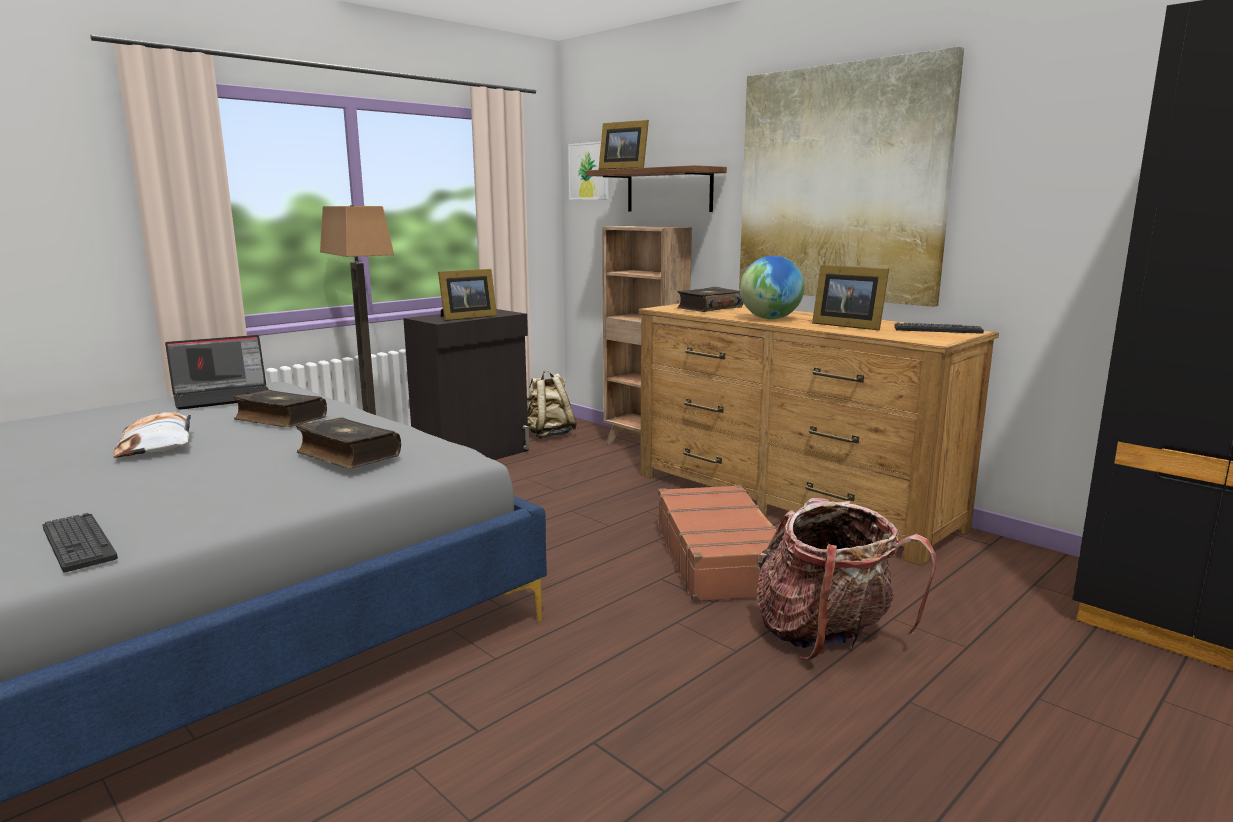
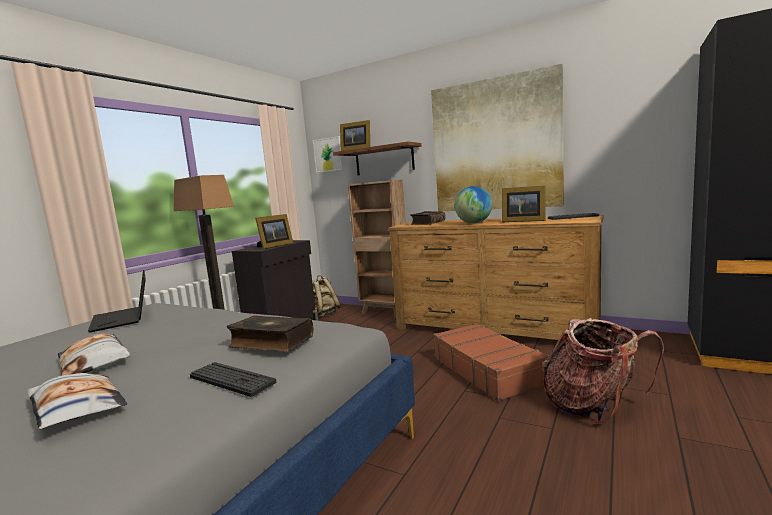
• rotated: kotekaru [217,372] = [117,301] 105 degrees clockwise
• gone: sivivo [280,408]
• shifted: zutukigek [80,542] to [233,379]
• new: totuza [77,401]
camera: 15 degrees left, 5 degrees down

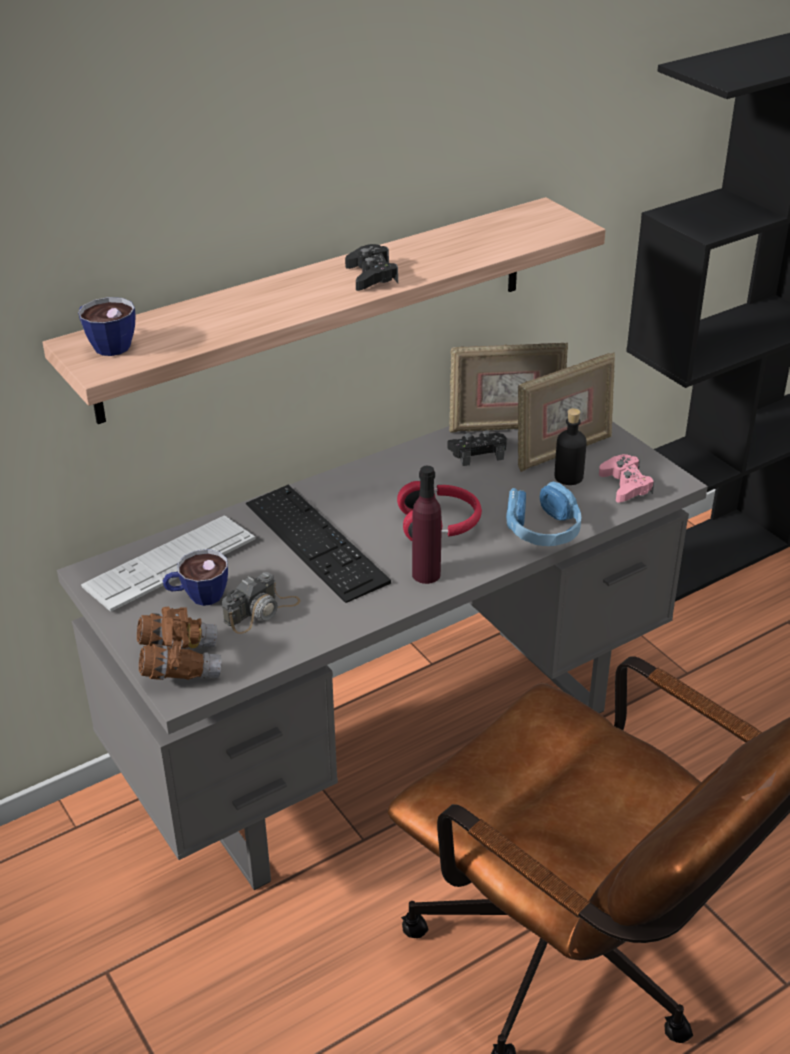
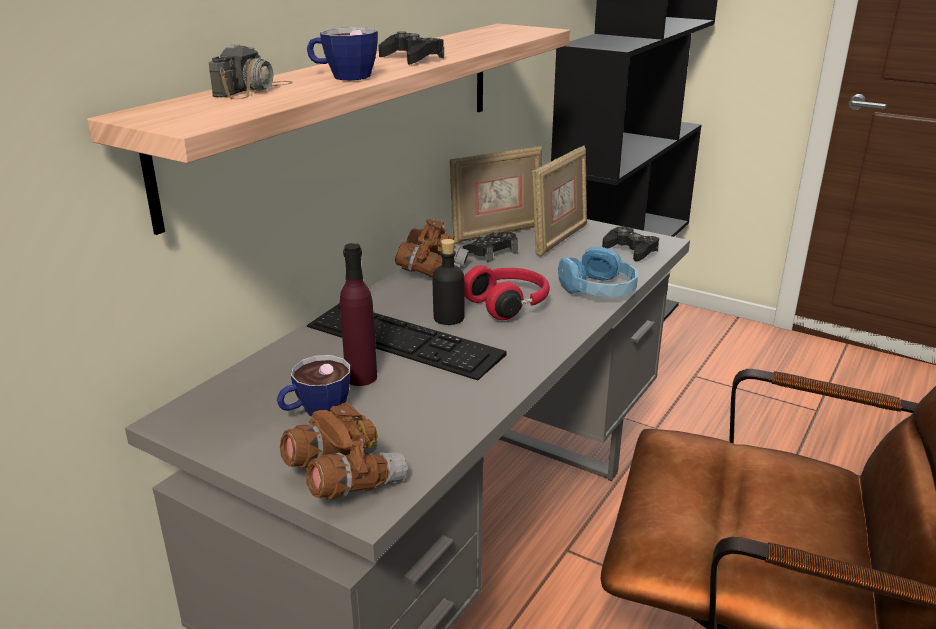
• shifted: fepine [107,326] to [342,53]
• shifted: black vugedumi [571,446] to [448,282]
• repainted: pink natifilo [626,478] to black natifilo [630,244]
• shifted: purple vugedumi [427,525] to [358,314]
• gone: zutukigek [168,563]
• shifted: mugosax [261,603] to [251,71]
• new: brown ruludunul [432,248]
camera: 25 degrees left, 10 degrees down

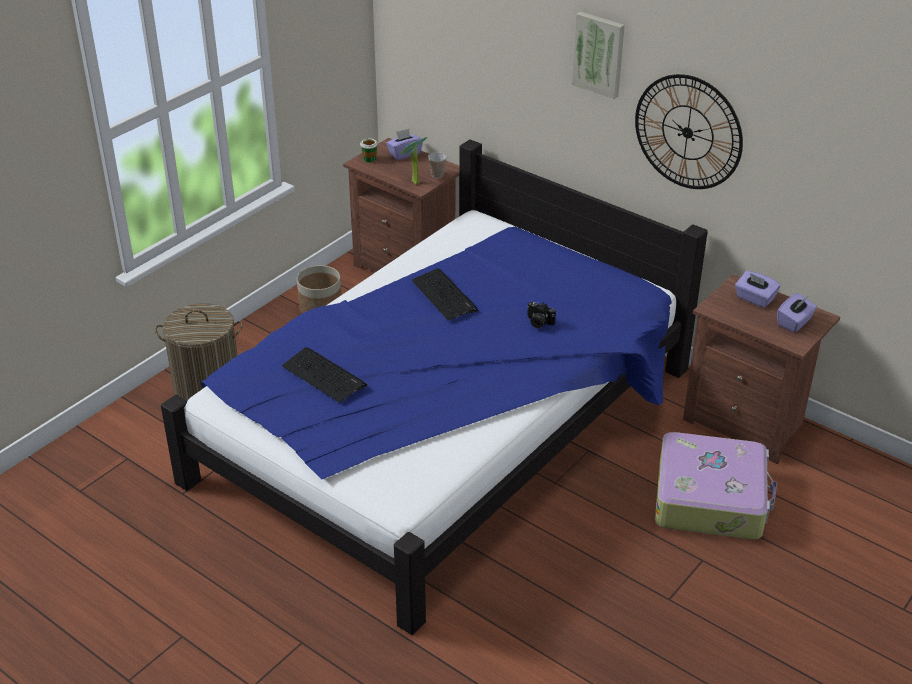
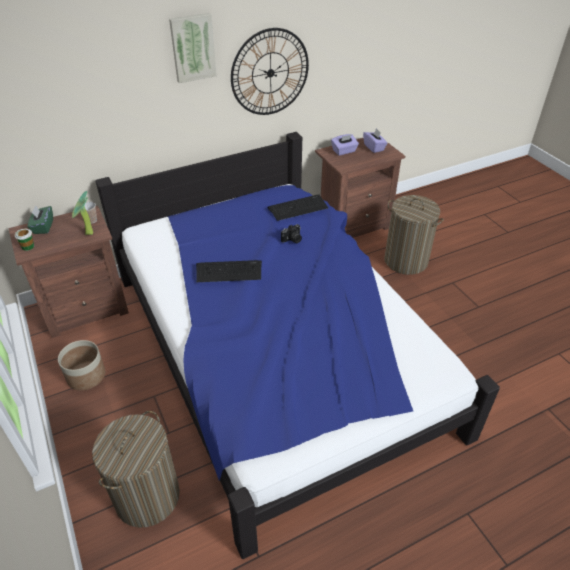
• repainted: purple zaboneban [404,144] to green zaboneban [40,219]
• shifted: zutukigek [324,375] to [297,208]
• swapped: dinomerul [716,485] to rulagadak [413,235]
camera: 65 degrees left, 5 degrees up

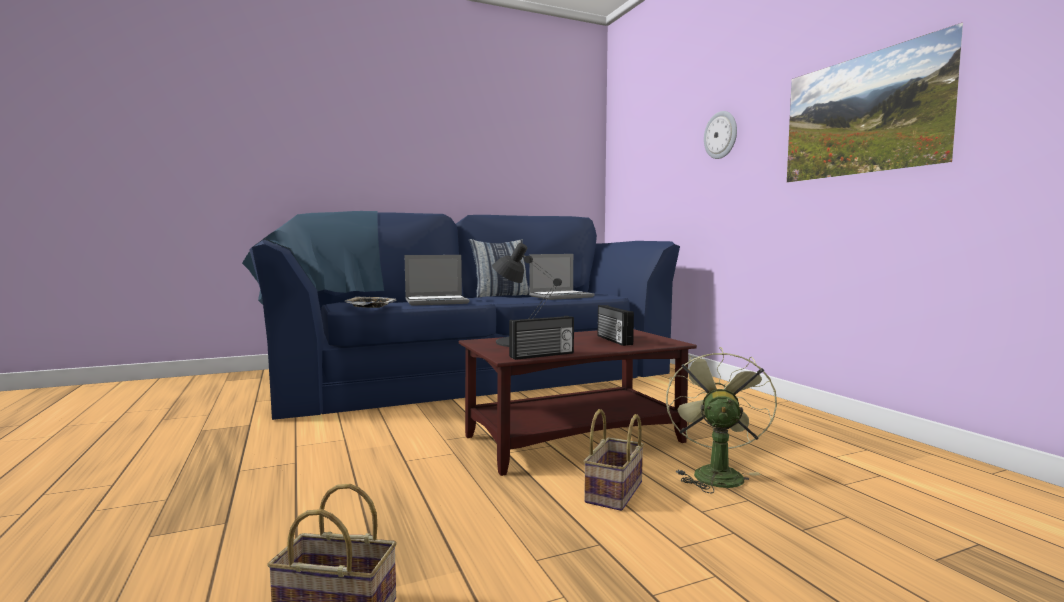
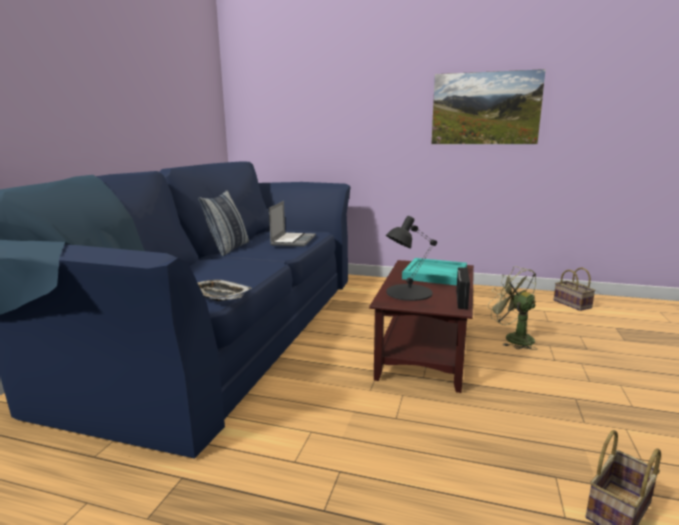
• gone: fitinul [720,135]
• gone: kotekaru [437,280]
• swapped: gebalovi [616,325] to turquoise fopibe [434,272]
• shifted: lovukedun [613,460] to [574,289]
camera: 50 degrees left, 10 degrees up

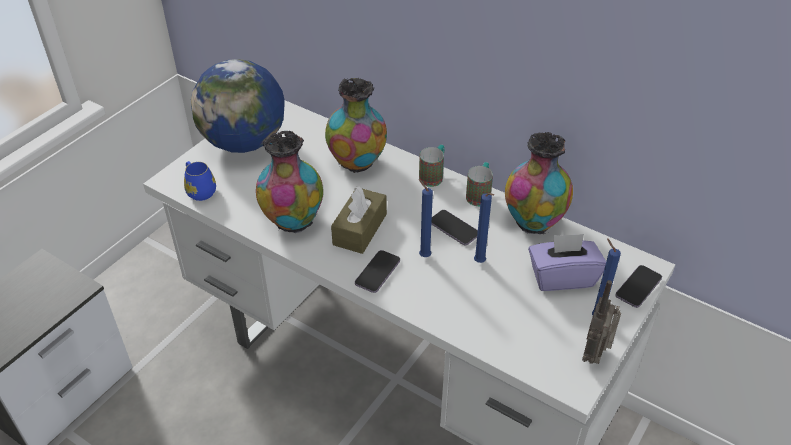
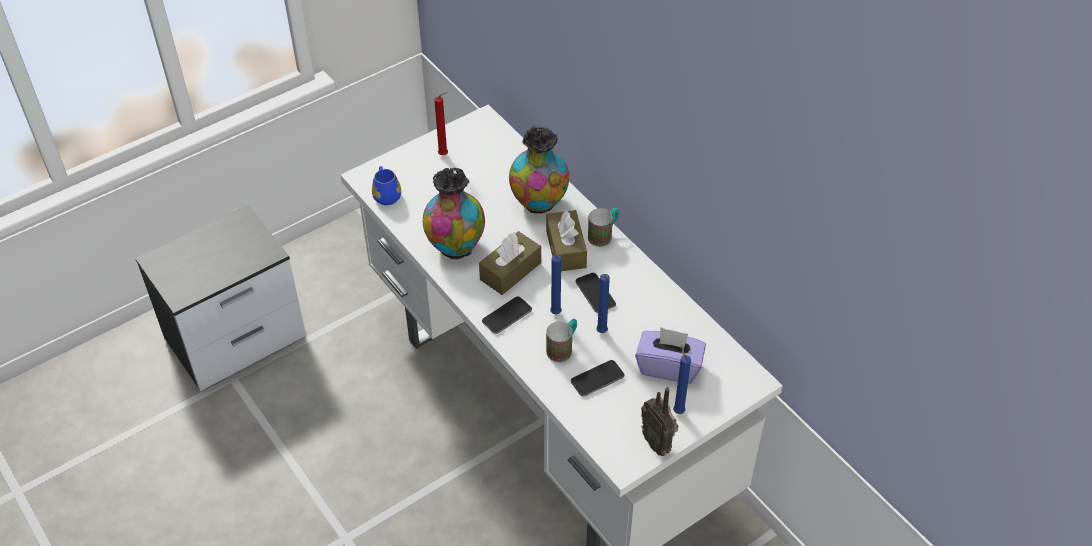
• swapped: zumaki [238,106] to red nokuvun [441,123]
• gone: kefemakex [539,183]
• shifted: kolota [479,184] to [561,340]
• shifted: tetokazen [638,286] to [597,378]
• rotated: gebalovi [601,322] = [659,421] 75 degrees counterclockwise
• new: brown zaboneban [566,240]
camera: 20 degrees right, 5 degrees up

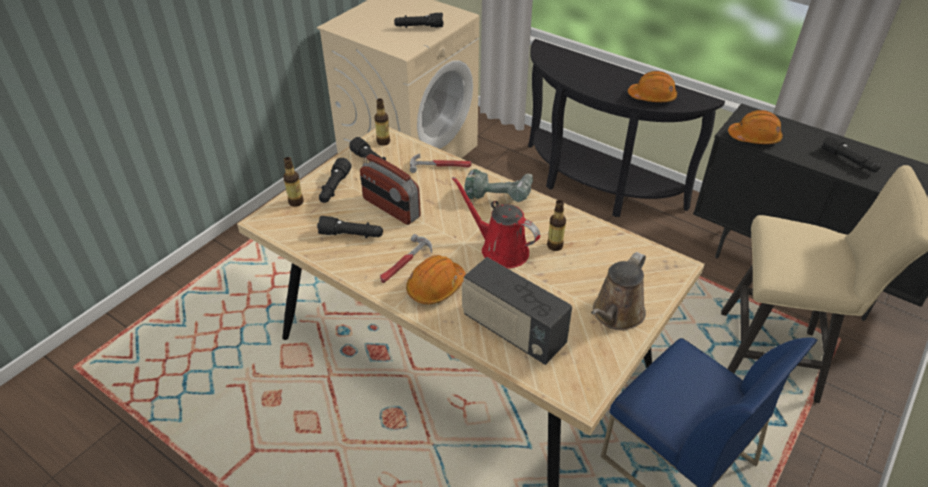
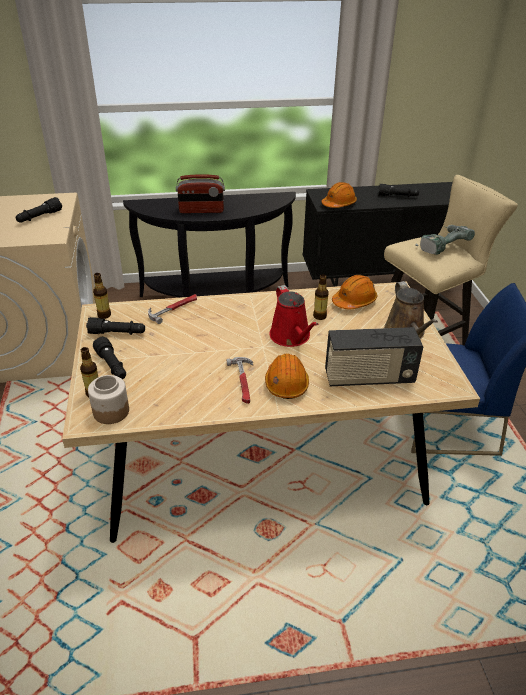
• shifted: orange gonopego [652,86] to [354,292]
• shifted: gebalovi [390,189] to [200,193]
• shifted: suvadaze [498,185] to [445,239]
• rotated: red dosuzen [496,222] = [294,316] 105 degrees counterclockwise
• gone: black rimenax [350,227]
• new: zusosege [108,399]
camera: 45 degrees left, 5 degrees down

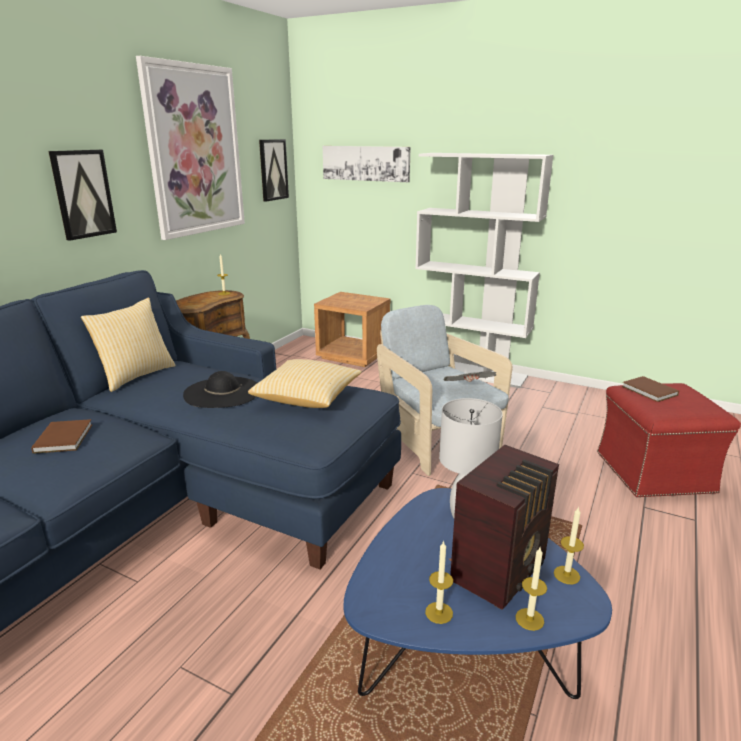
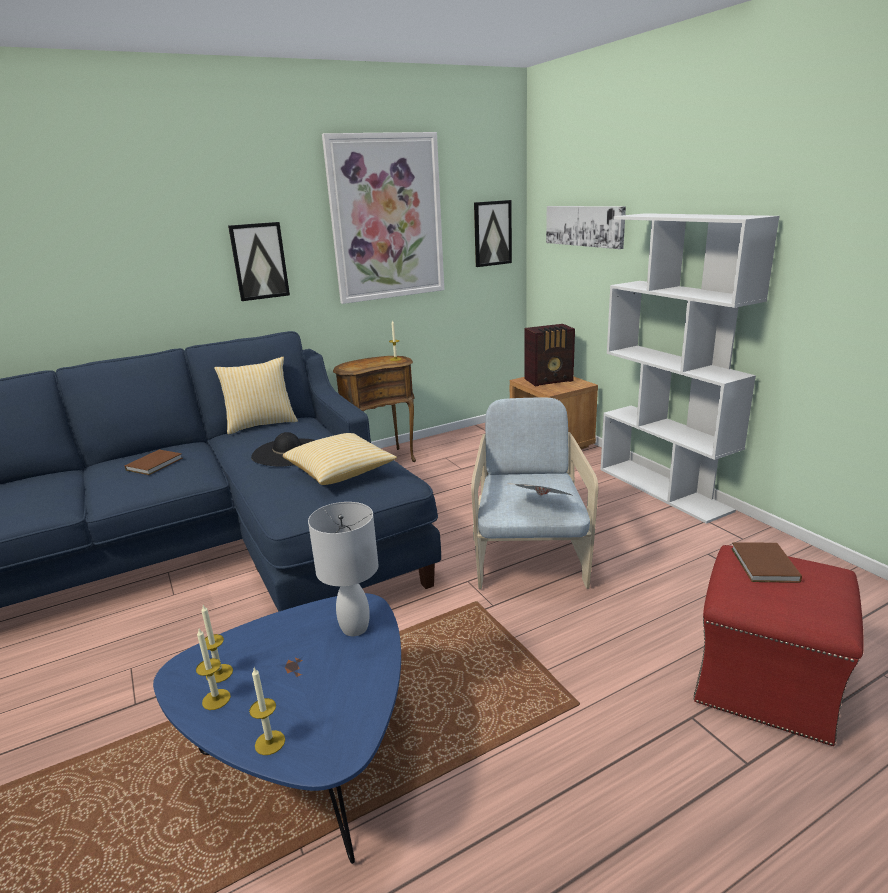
• shifted: gebalovi [504,527] to [549,355]
• shifted: nokuvun [569,545] to [217,644]
camera: 35 degrees right, 0 degrees up

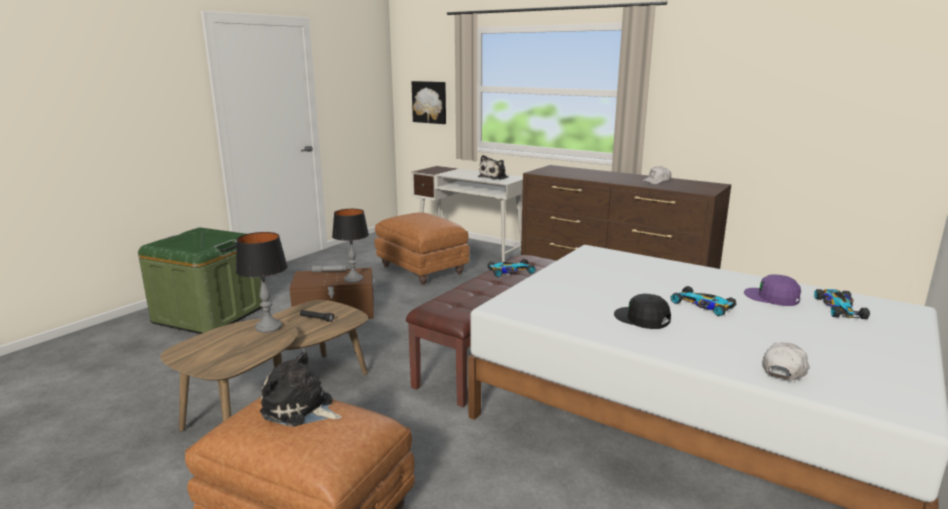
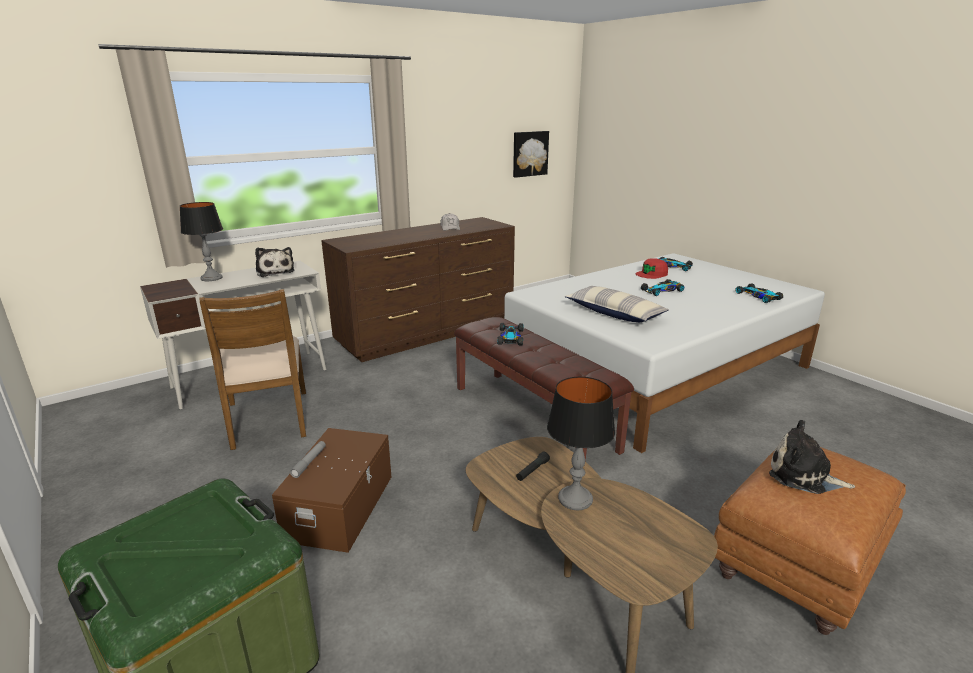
• shifted: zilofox [429,102] to [531,154]
• shifted: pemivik [350,246] to [201,241]
• swapped: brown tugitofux [422,248] to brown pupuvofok [252,369]
• repainted: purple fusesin [772,290] to red fusesin [651,268]
• gone: black fusesin [642,311]
• swapped: white fusesin [786,361] to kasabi [759,293]
• rotated: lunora [301,389] = [812,457] 75 degrees clockwise
• new: totuza [617,304]
camera: 70 degrees left, 5 degrees up

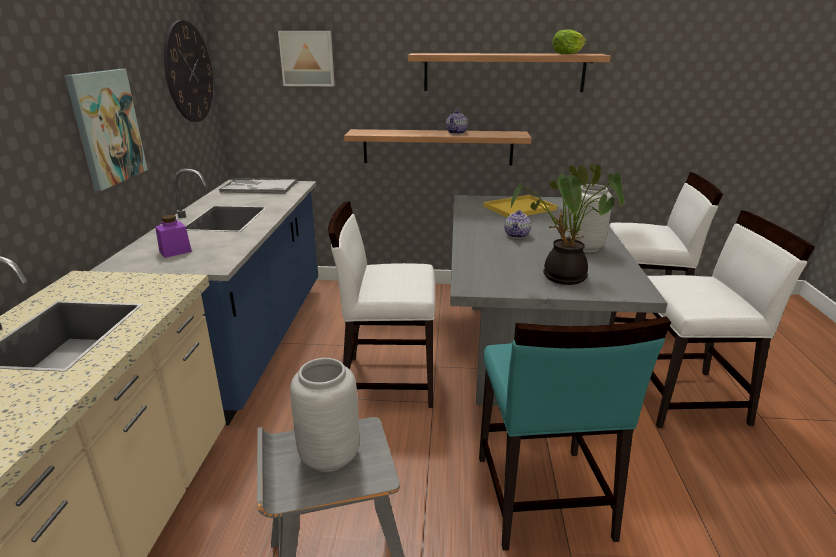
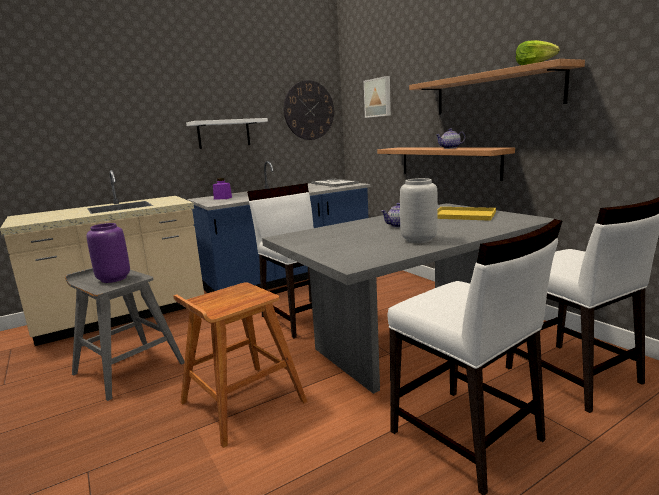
• swapped: zilofox [106,130] to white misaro [227,133]
• gone: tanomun [567,224]
• swapped: turquoise pupuvofok [575,433] to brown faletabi [240,365]
• repainted: grey kefemakex [325,415] to purple kefemakex [108,253]
camera: 55 degrees right, 10 degrees down

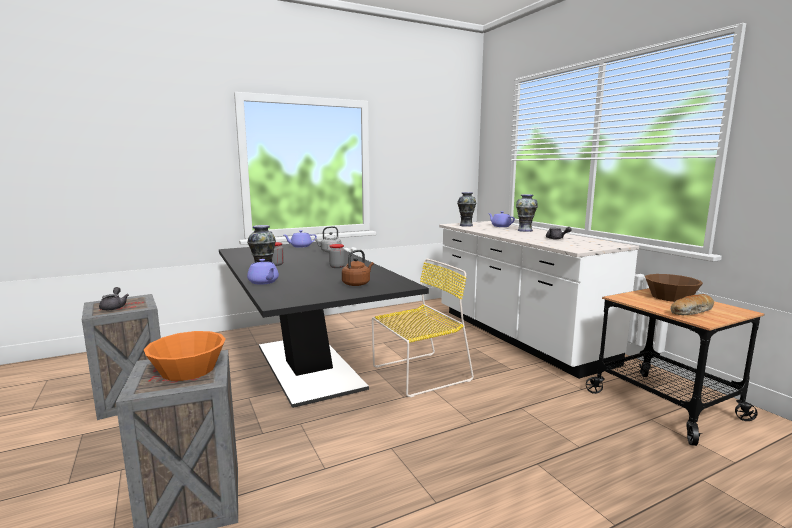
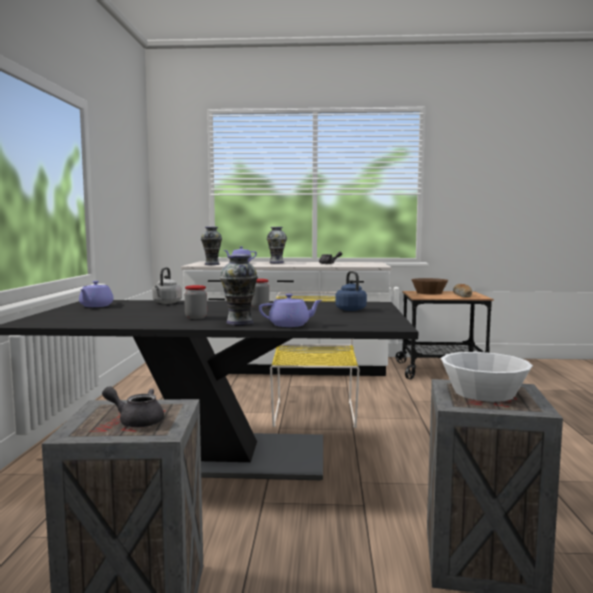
• repainted: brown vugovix [358,268] to blue vugovix [351,291]
• repainted: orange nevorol [185,356] to white nevorol [487,377]
camera: 60 degrees left, 5 degrees down

